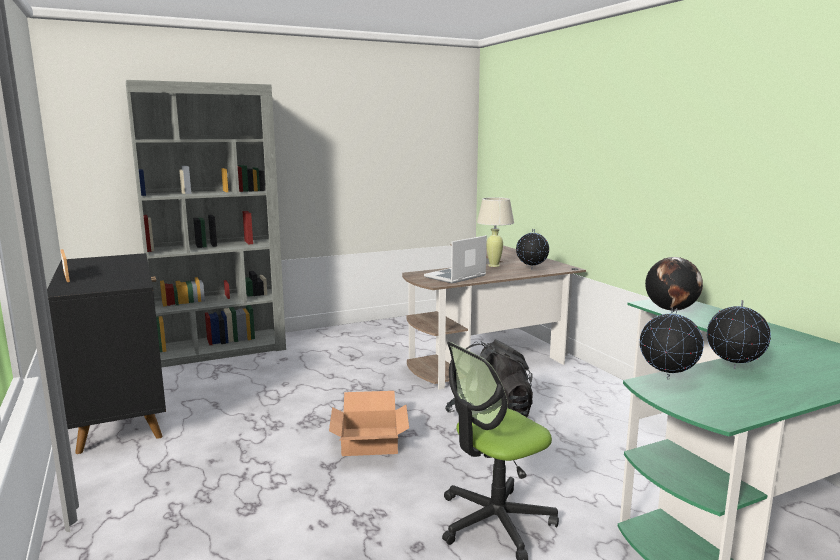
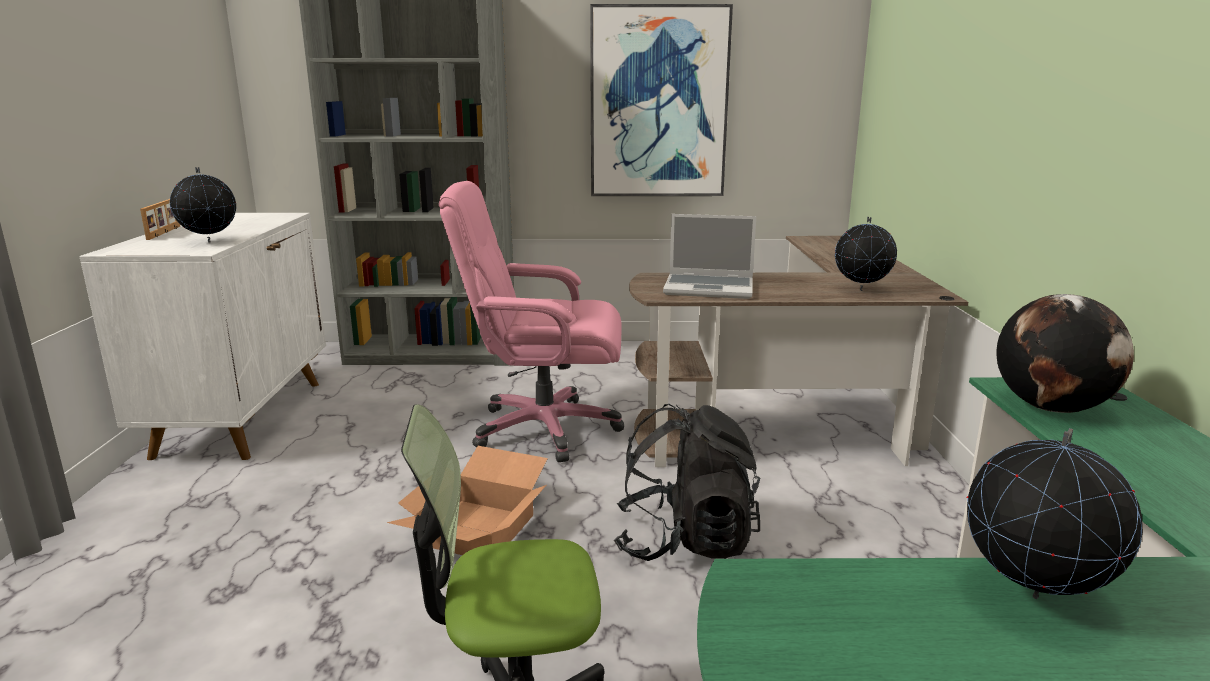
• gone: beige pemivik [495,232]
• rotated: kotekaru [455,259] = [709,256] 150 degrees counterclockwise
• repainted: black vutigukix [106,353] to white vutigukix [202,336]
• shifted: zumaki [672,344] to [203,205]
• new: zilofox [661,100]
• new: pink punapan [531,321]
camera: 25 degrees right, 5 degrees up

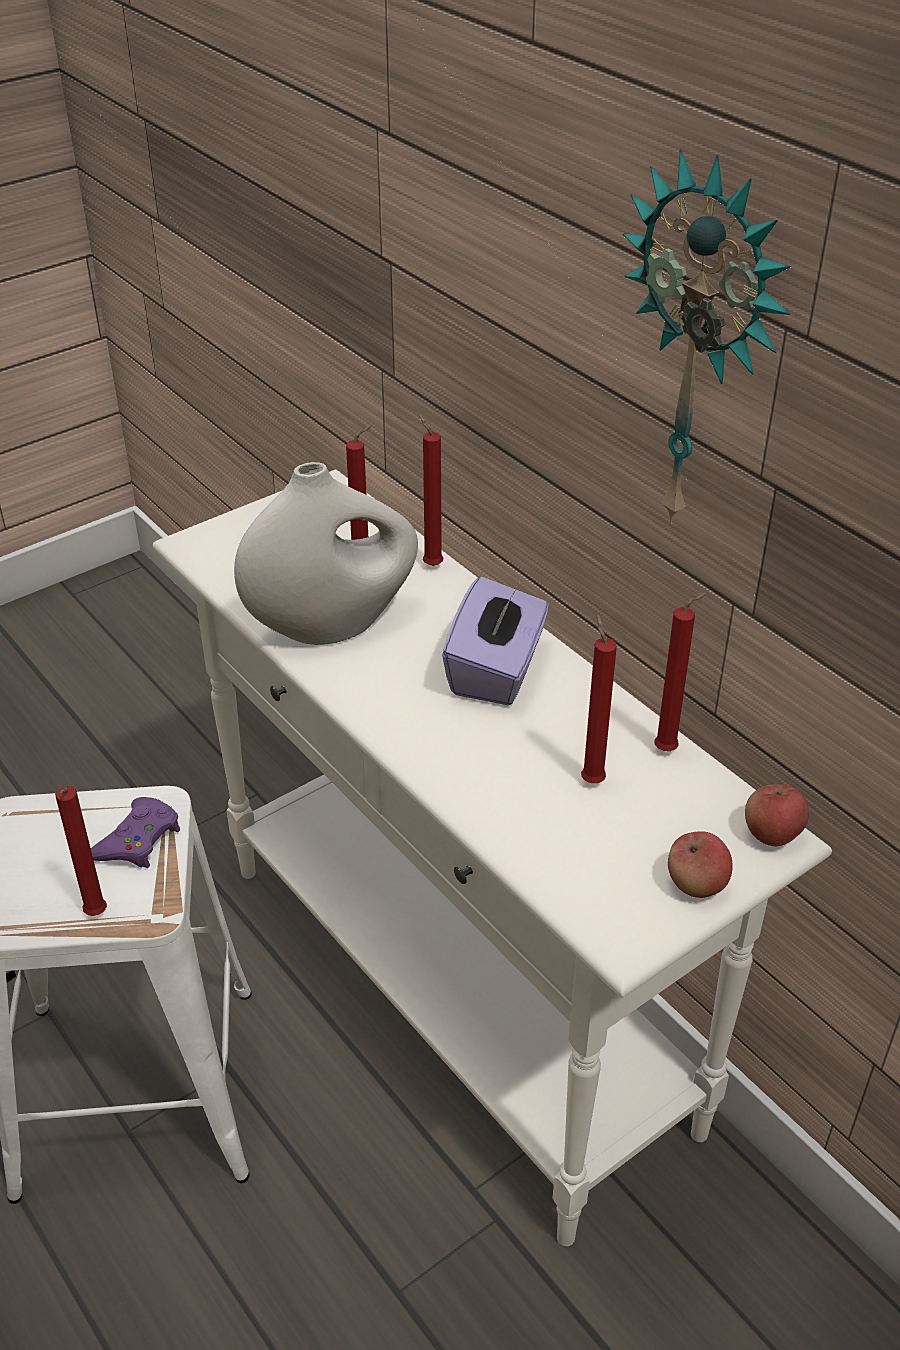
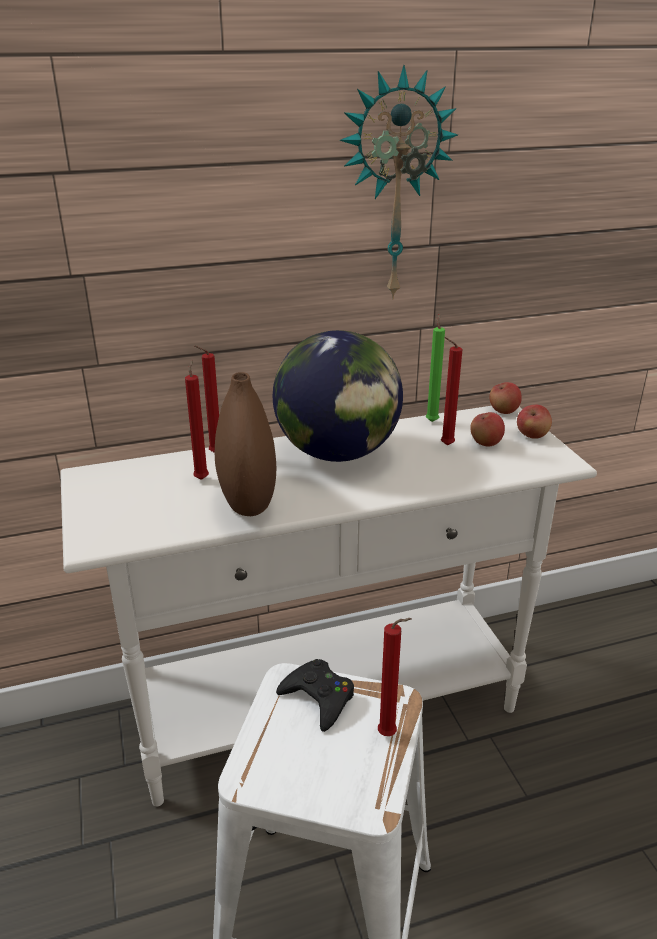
• repainted: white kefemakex [326,553] to brown kefemakex [245,444]
• swapped: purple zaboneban [495,641] to zumaki [338,396]
• repainted: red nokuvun [680,671] to green nokuvun [435,368]
• repainted: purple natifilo [135,832] to black natifilo [315,695]
• new: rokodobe [487,429]
camera: 70 degrees left, 10 degrees down

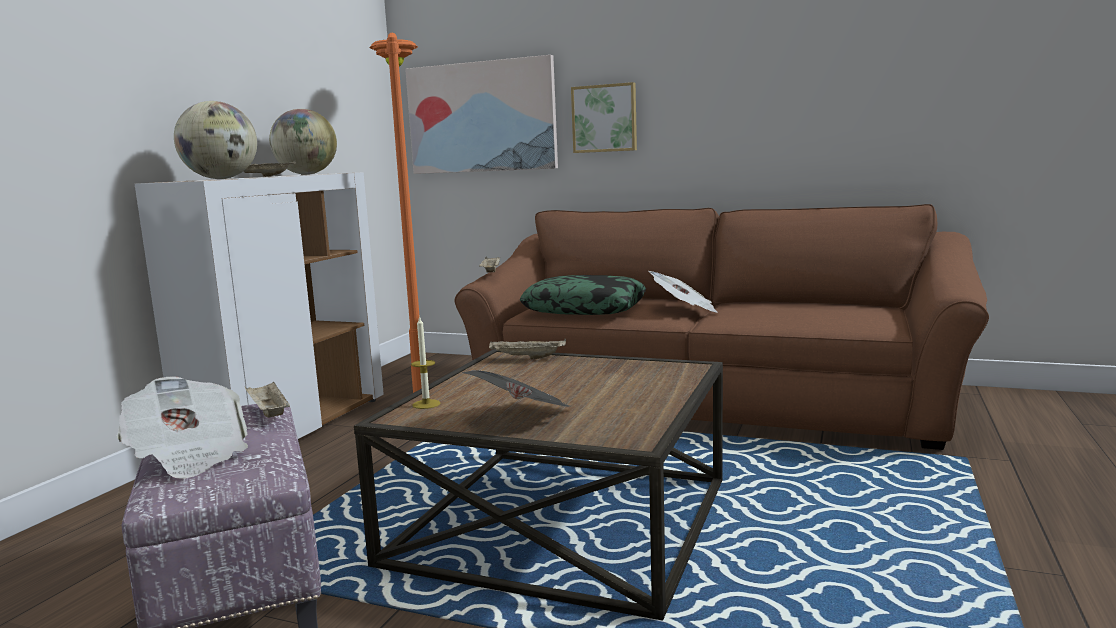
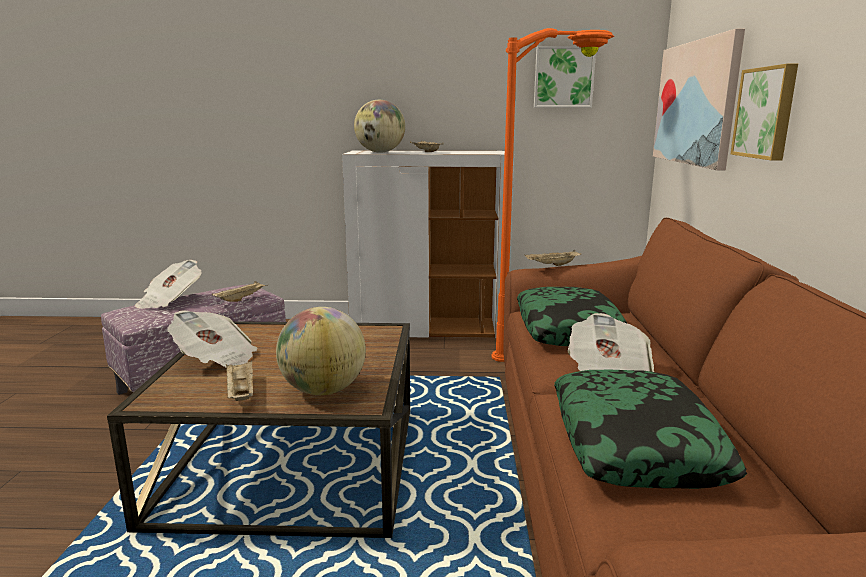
• shifted: zumaki [303,141] to [321,351]
• gone: nokuvun [426,362]
• shifted: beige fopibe [527,349] to [239,381]
• new: zilofox [565,77]
• new: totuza [650,429]
camera: 70 degrees right, 5 degrees up

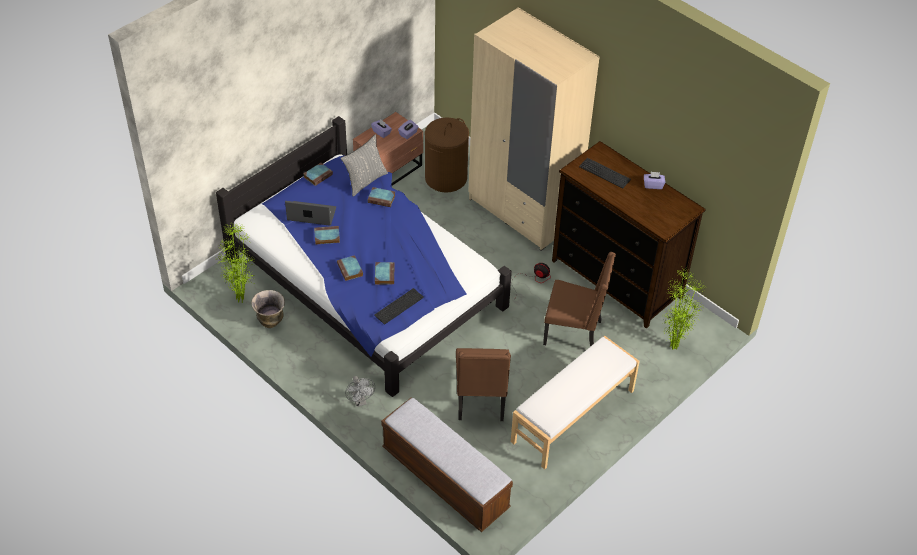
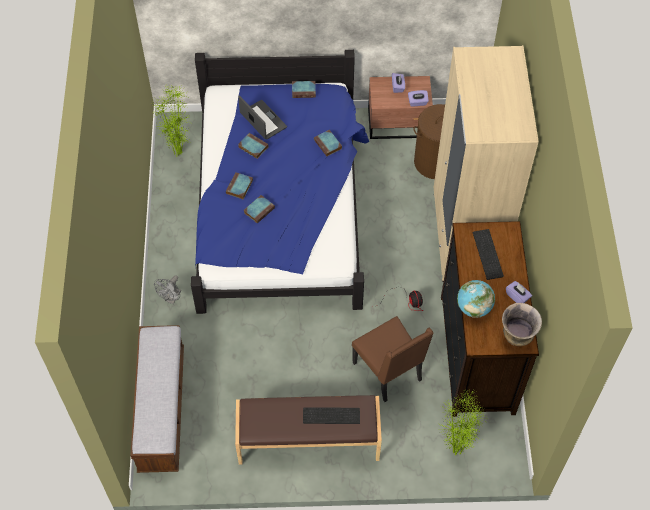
• gone: grey totuza [364,165]
• shifted: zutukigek [399,306] to [331,415]
• shifted: kefemakex [268,309] to [522,324]
• repainted: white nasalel [575,402] to brown nasalel [308,430]
• gone: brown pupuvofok [483,384]
• new: zumaki [476,299]
camera: 45 degrees right, 10 degrees up

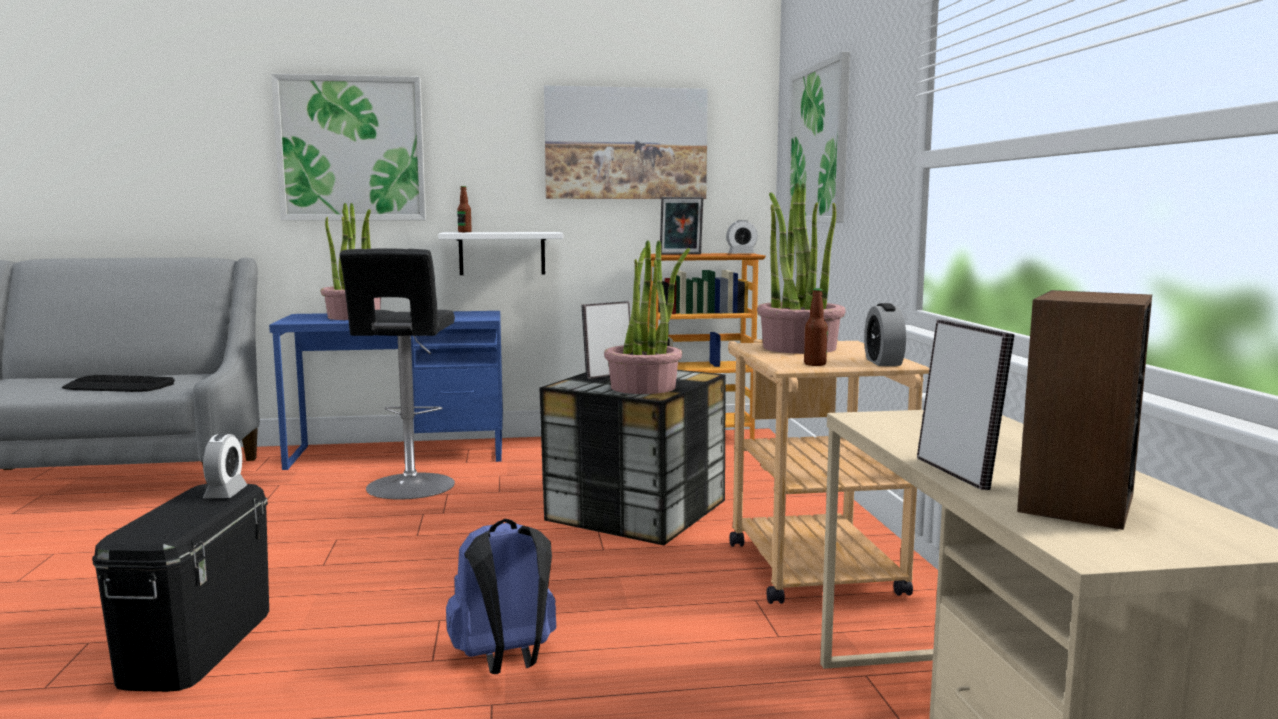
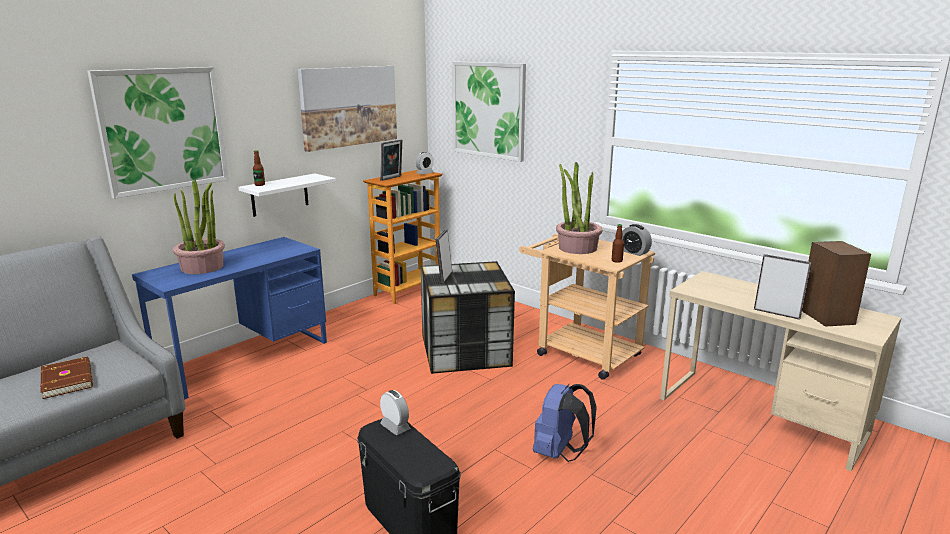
• gone: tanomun [647,317]
• gone: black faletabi [397,374]
• swapped: zutukigek [118,383] to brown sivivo [66,378]
camera: 40 degrees left, 10 degrees up

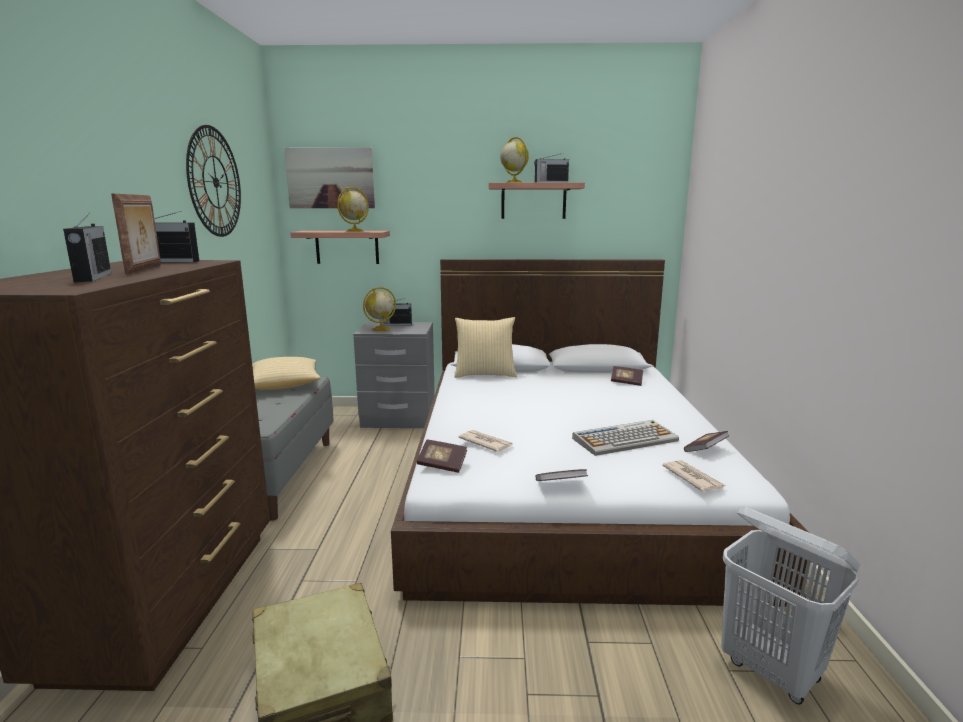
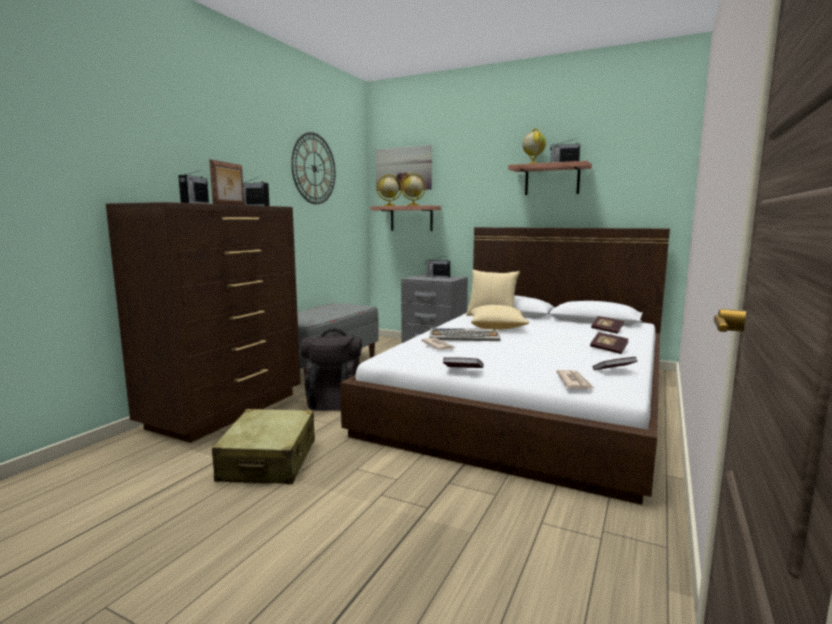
• shifted: zumaki [379,309] to [389,190]
• shifted: totuza [286,373] to [499,317]
• shifted: zutukigek [625,438] to [464,334]
• shifted: sivivo [442,456] to [609,343]
• gone: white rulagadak [790,605]
• new: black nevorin [331,369]
camera: 25 degrees right, 5 degrees down

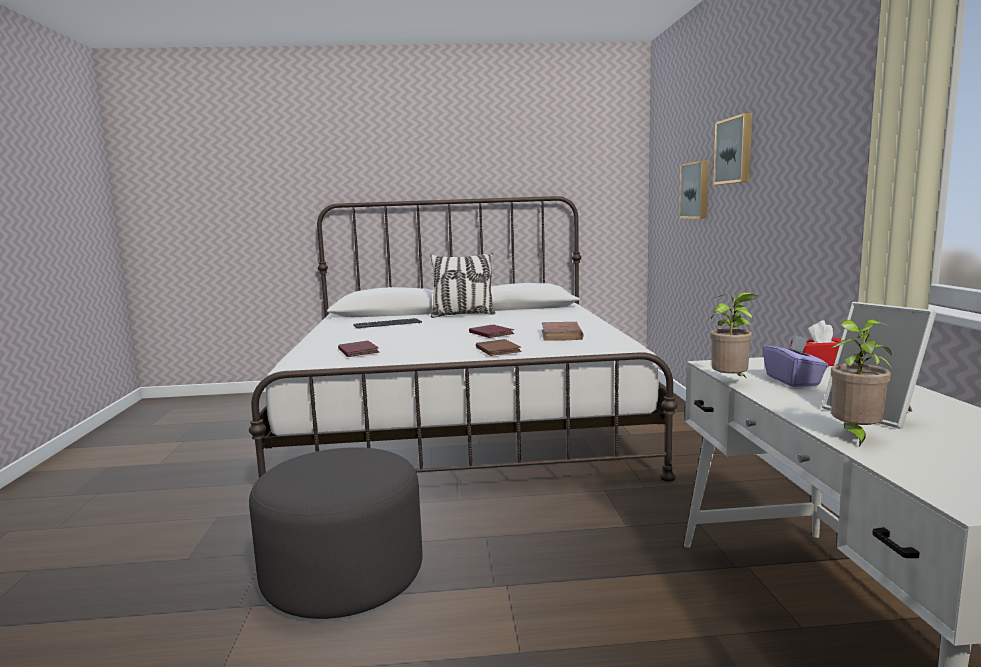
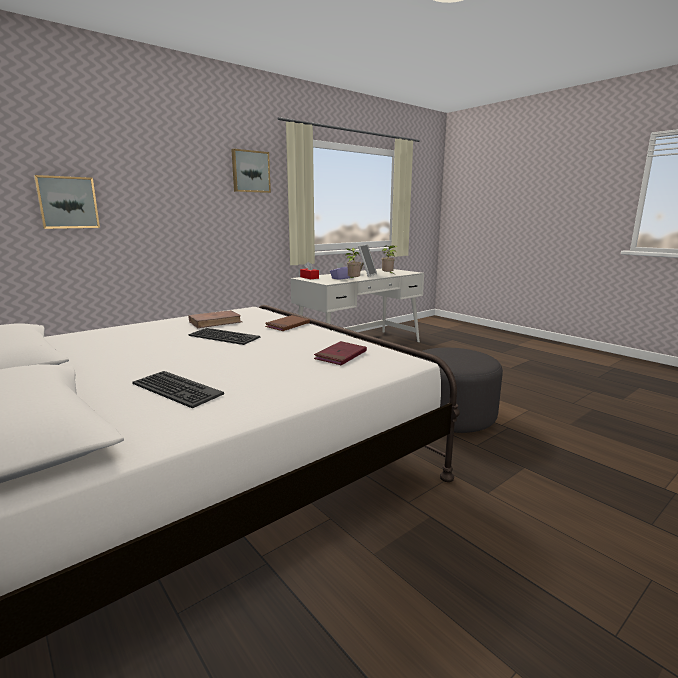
• shifted: zilofox [732,149] to [251,171]
• gone: totuza [462,285]
• swapped: red sivivo [492,331] to zutukigek [224,336]
camera: 125 degrees left, 5 degrees up

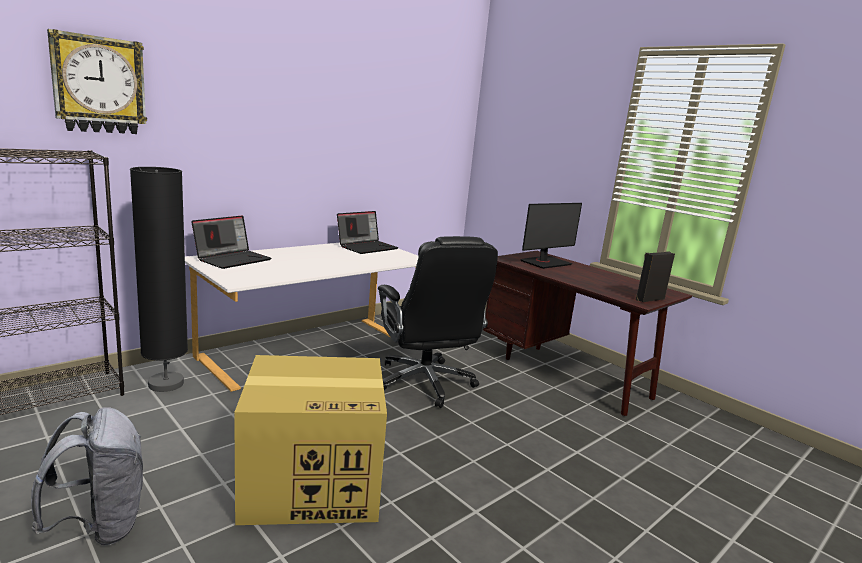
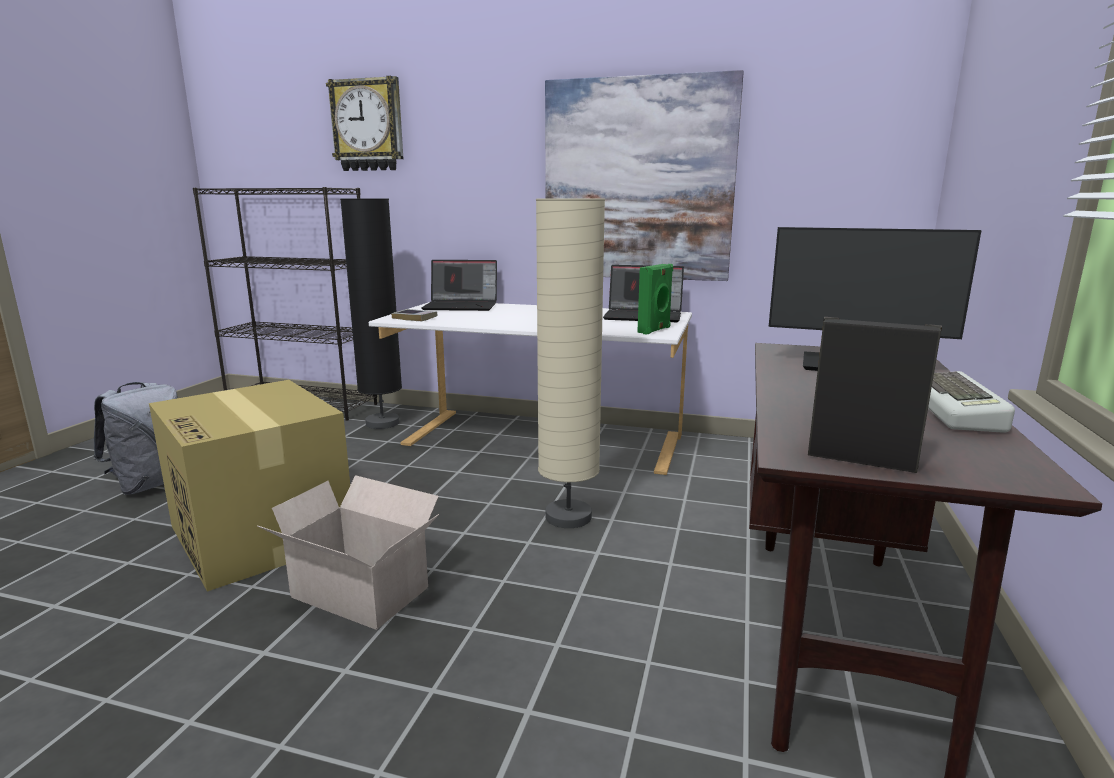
• swapped: black punapan [438,322] to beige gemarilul [570,363]
• new: zilofox [644,175]
• new: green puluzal [655,299]
• new: sivivo [414,315]
• new: zutukigek [971,402]
• new: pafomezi [348,552]
camera: 60 degrees right, 0 degrees up

